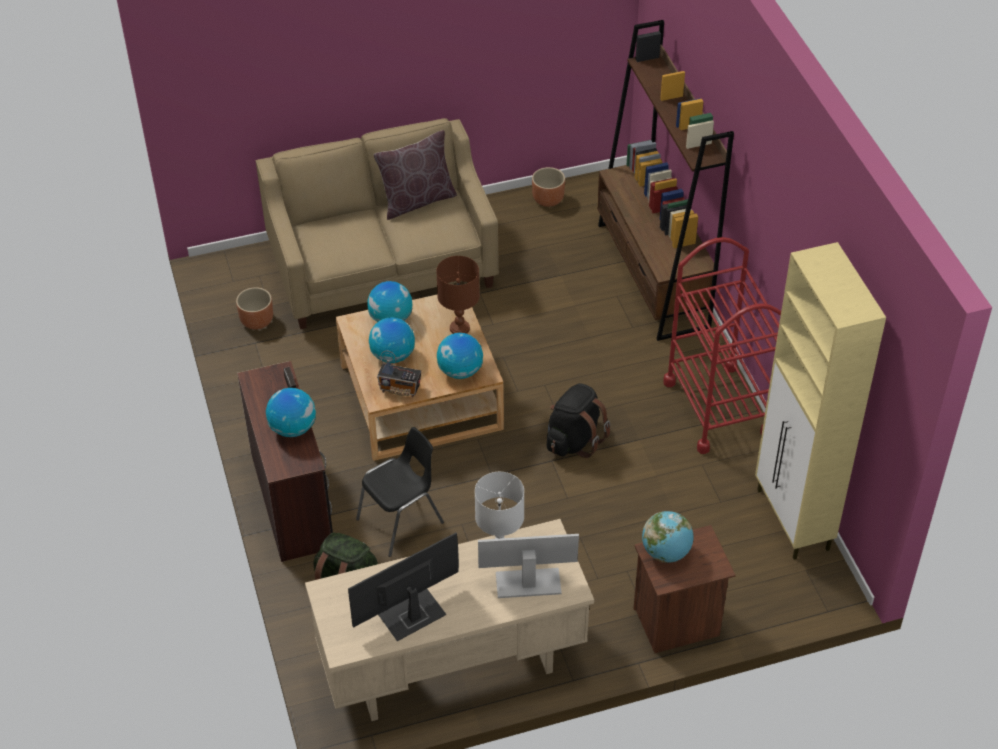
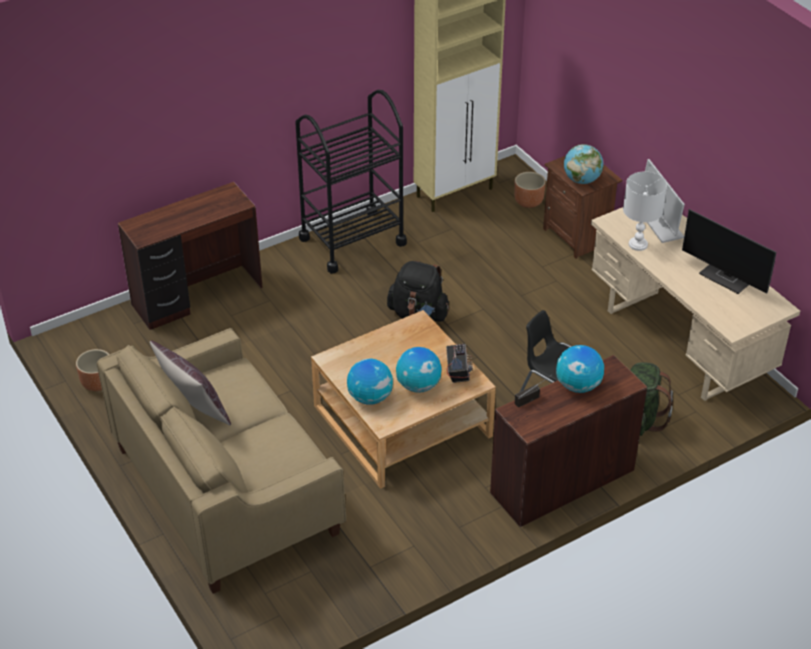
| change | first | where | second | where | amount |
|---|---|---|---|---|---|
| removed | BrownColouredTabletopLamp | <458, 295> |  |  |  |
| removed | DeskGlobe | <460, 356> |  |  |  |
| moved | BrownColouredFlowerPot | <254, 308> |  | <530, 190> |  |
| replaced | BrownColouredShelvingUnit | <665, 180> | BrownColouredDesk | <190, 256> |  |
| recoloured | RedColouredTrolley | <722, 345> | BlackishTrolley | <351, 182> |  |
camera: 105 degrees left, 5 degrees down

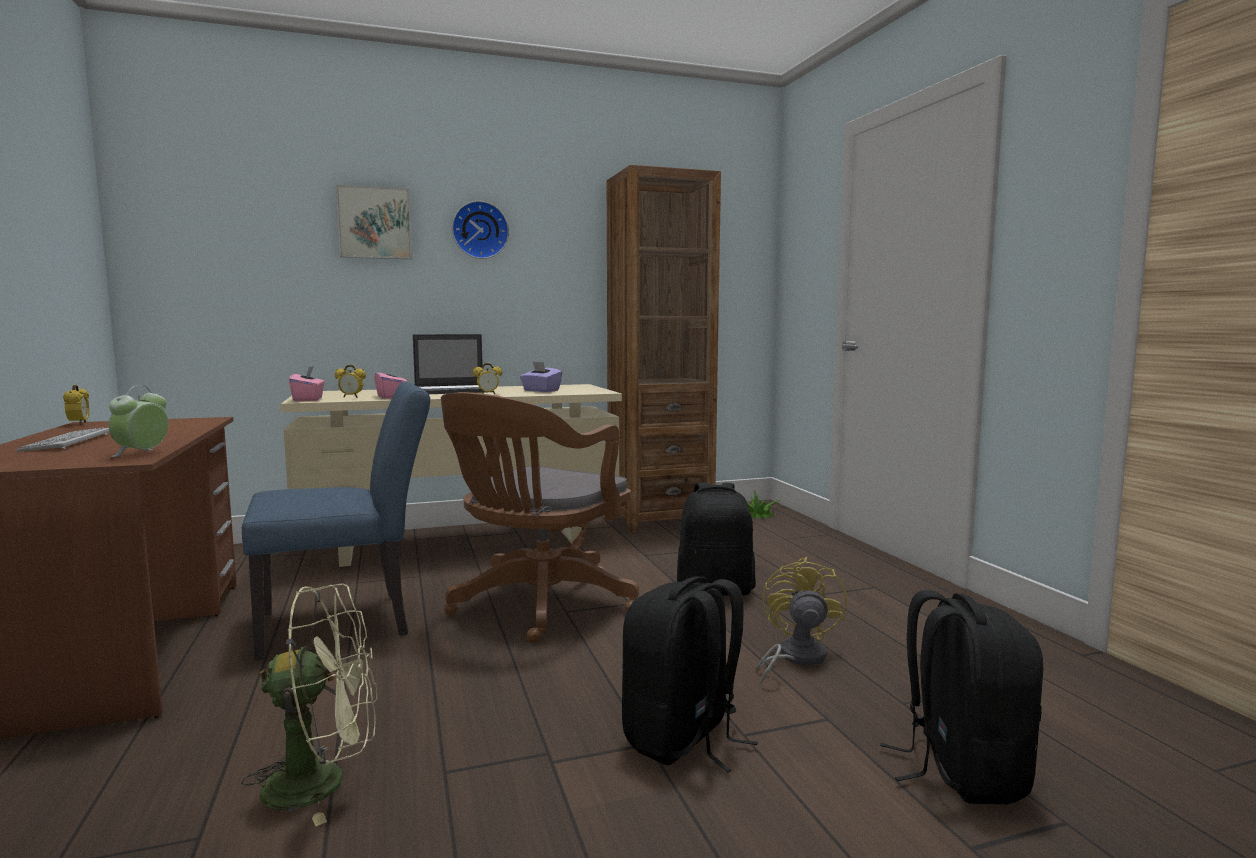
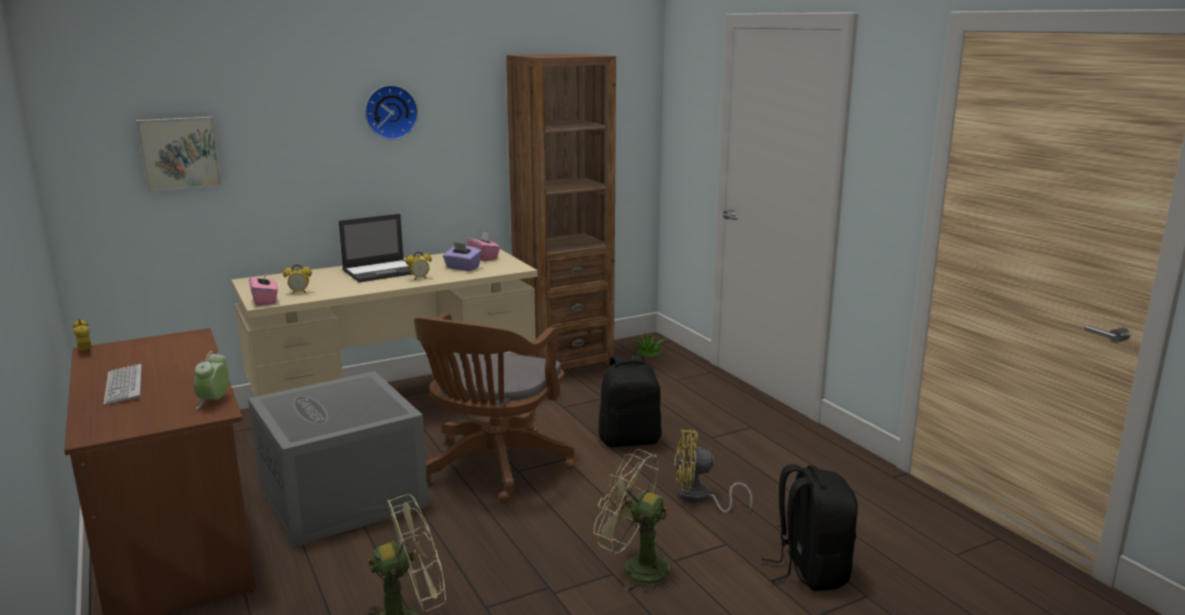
| change | first | where | second | where | amount |
|---|---|---|---|---|---|
| moved | WallArt | <374, 222> |  | <179, 154> |  |
| moved | PinkishTissueHolder | <390, 382> |  | <483, 246> |  |
| replaced | BlueChair | <336, 521> | GreyishStorageContainer | <338, 459> |  |
| replaced | BlackishKnapsack | <690, 674> | GreenColouredFan | <636, 521> |  |
| turned | YellowColouredFan | <801, 621> |  | <713, 471> | 90 degrees counterclockwise |
camera: 10 degrees left, 10 degrees up

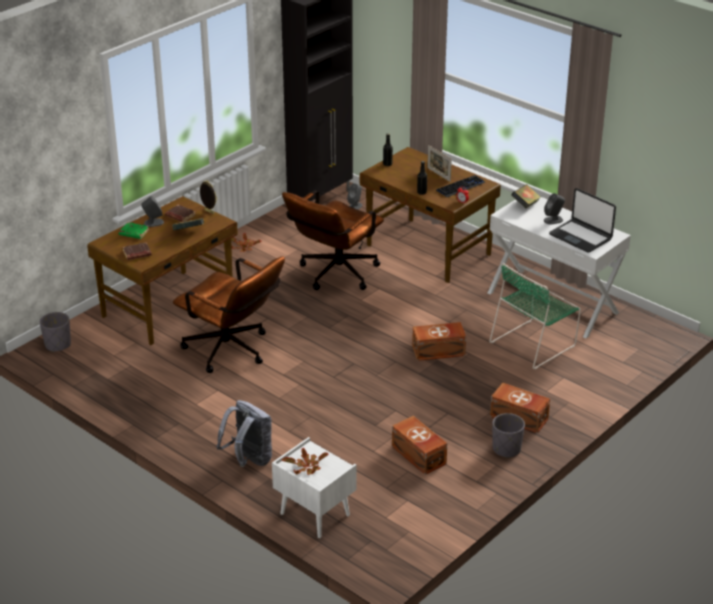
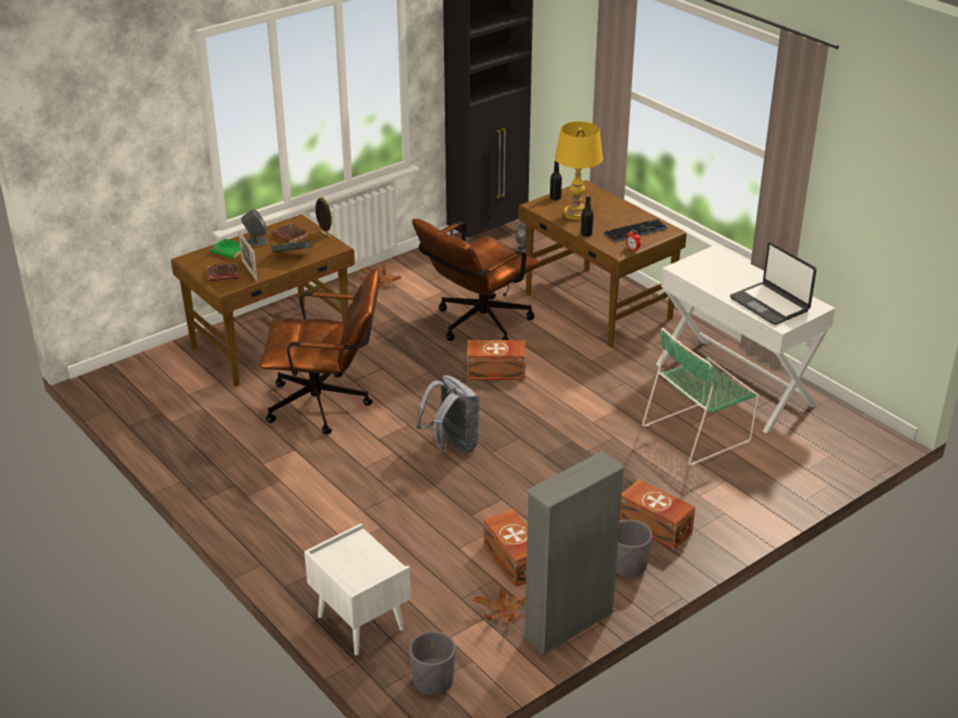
| change | first | where | second | where | amount |
|---|---|---|---|---|---|
| removed | Volume | <526, 196> |  |  |  |
| removed | GreyishSpeaker | <554, 208> |  |  |  |
| added |  |  | GreyishShelvingUnit | <573, 553> |  |
| added |  |  | YellowColouredTabletopLamp | <579, 170> |  |
| moved | GreyishFlowerPot | <55, 332> |  | <432, 663> |  |
| moved | GreyishKnapsack | <244, 433> |  | <448, 414> |  |
| moved | PottedPlant | <305, 461> |  | <499, 604> |  |
| moved | BrownColouredStorageContainer | <439, 341> |  | <496, 360> |  |
| moved | StandingFrame | <439, 163> |  | <248, 256> |  |
| turned | BrownColouredComputerChair | <229, 315> |  | <320, 351> | 45 degrees counterclockwise |
camera: 10 degrees right, 0 degrees up

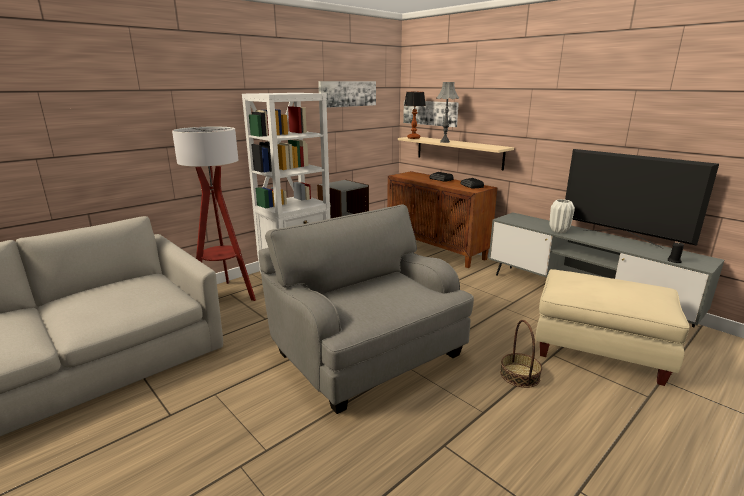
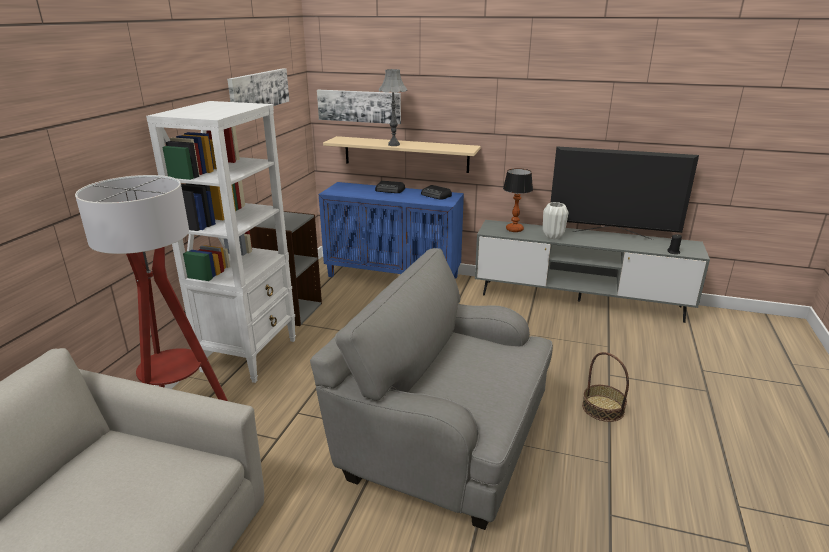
| change | first | where | second | where | amount |
|---|---|---|---|---|---|
| removed | BeigePouffe | <613, 327> |  |  |  |
| moved | TabletopLamp | <415, 115> |  | <518, 200> |  |
| recoloured | BrownColouredCupboard | <442, 219> | BlueCupboard | <391, 230> |  |
camera: 30 degrees left, 5 degrees up

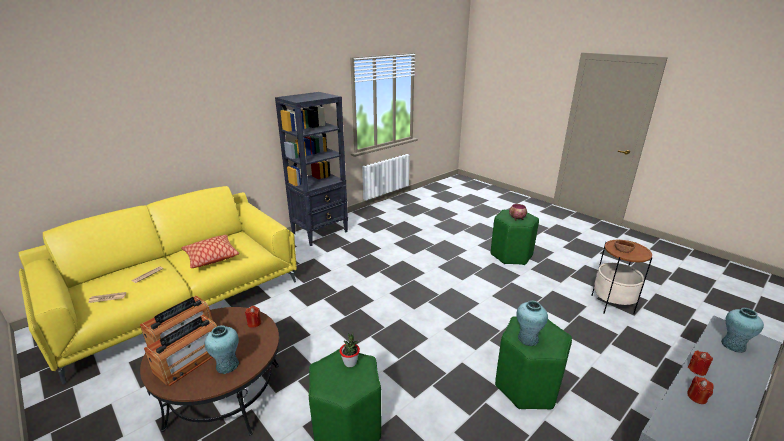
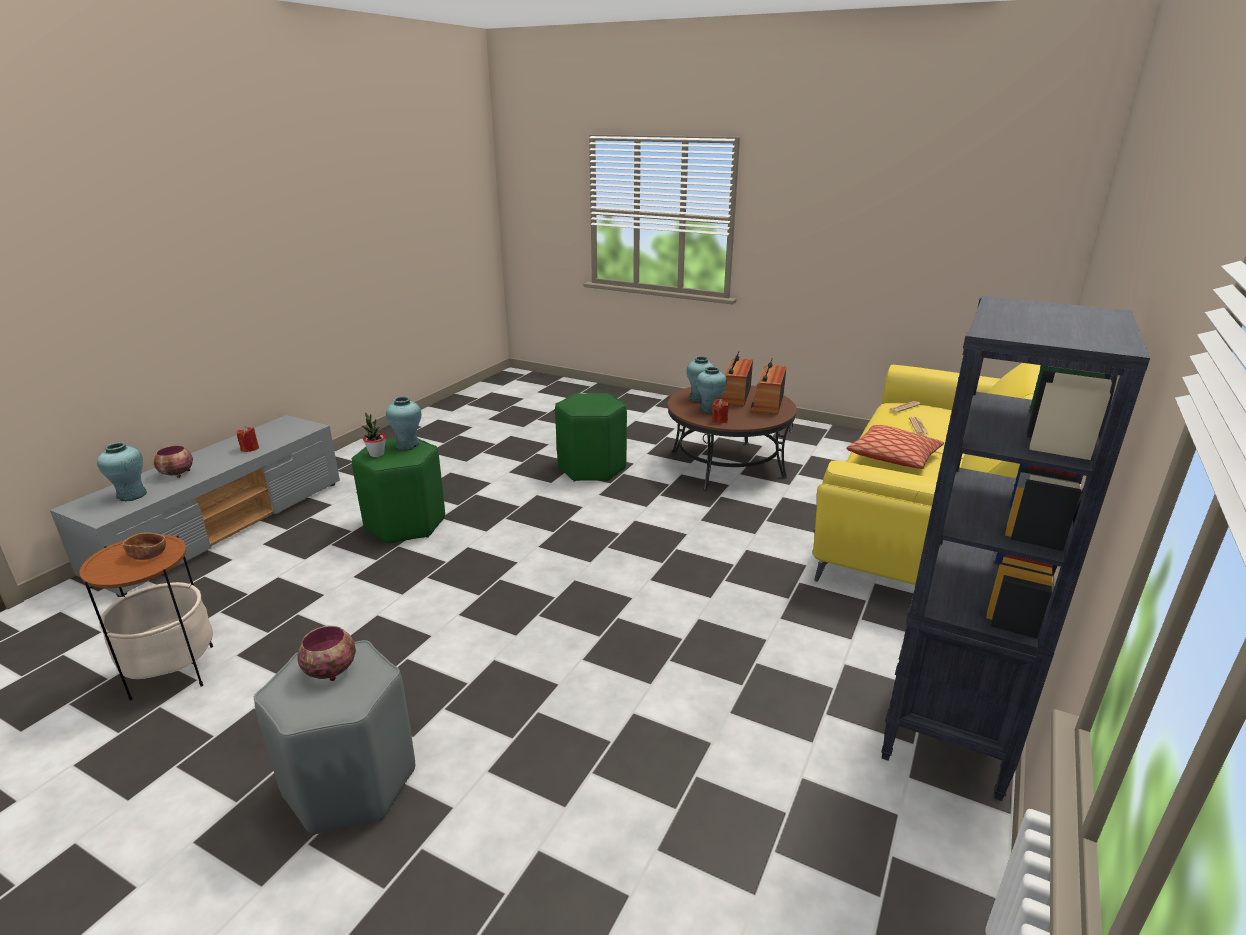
| change | first | where | second | where | amount |
|---|---|---|---|---|---|
| removed | RedColouredCandle | <700, 363> |  |  |  |
| added |  |  | DeepDish | <173, 461> |  |
| added |  |  | TurquoiseColouredDecorativeVase | <712, 390> |  |
| moved | PottedPlant | <349, 350> |  | <374, 434> |  |
| recoloured | GreenColouredStoolSeat | <515, 237> | GreyishStoolSeat | <334, 737> |  |
camera: 160 degrees right, 0 degrees up

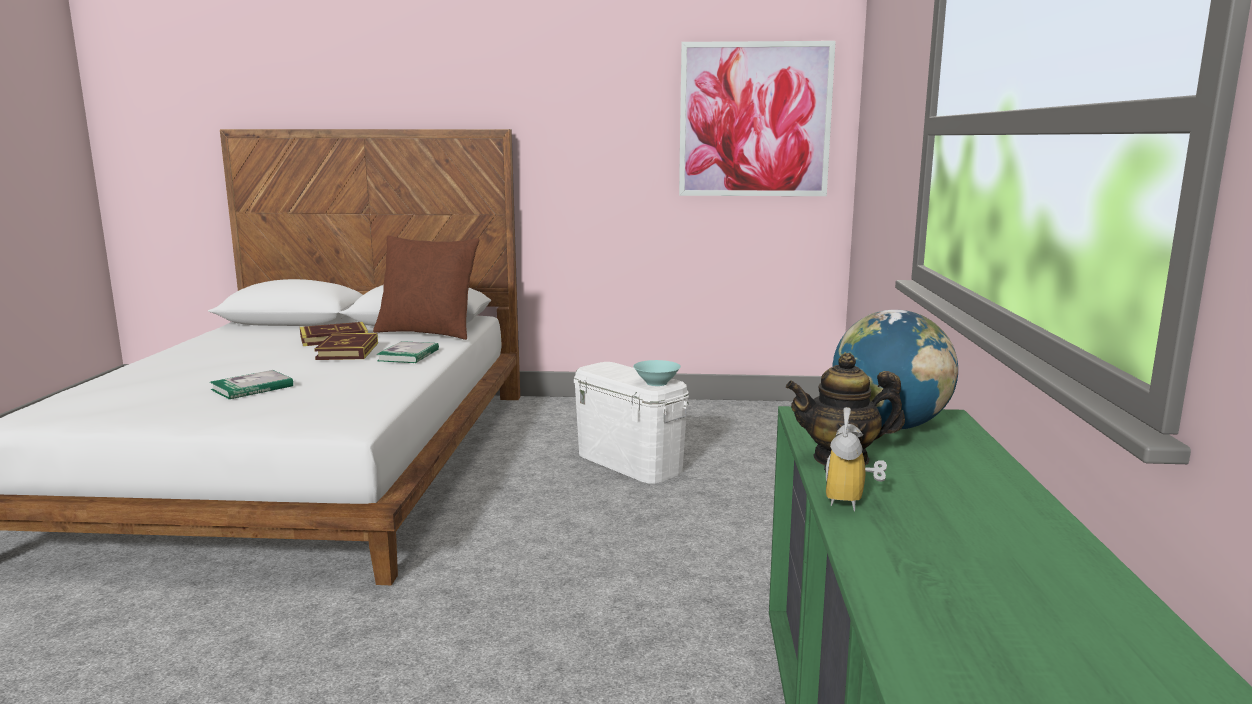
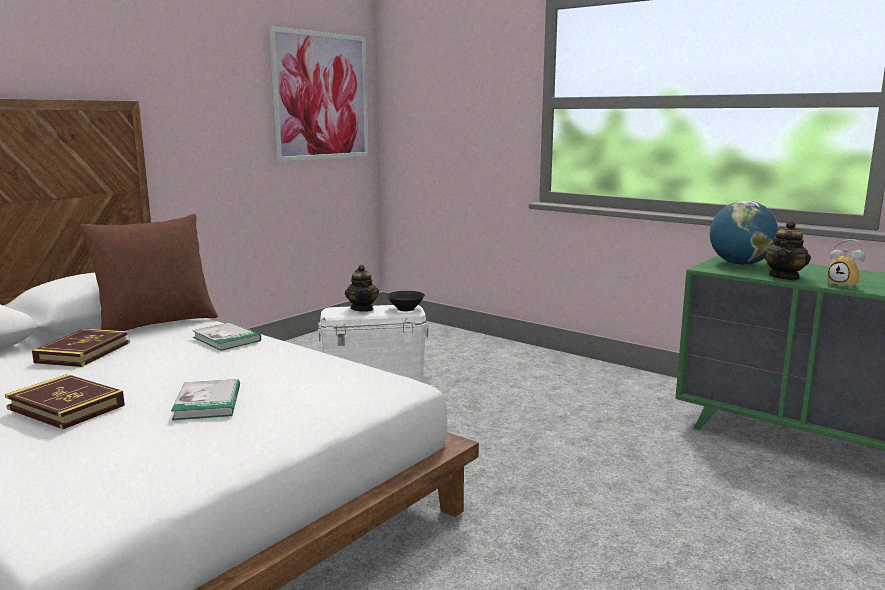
| change | first | where | second | where | amount |
|---|---|---|---|---|---|
| added |  |  | TeaPot | <362, 288> |  |
| moved | Volume | <346, 346> |  | <65, 401> |  |
| recoloured | TurquoiseColouredDeepDish | <657, 373> | BlackishDeepDish | <406, 301> |  |
camera: 55 degrees left, 0 degrees up

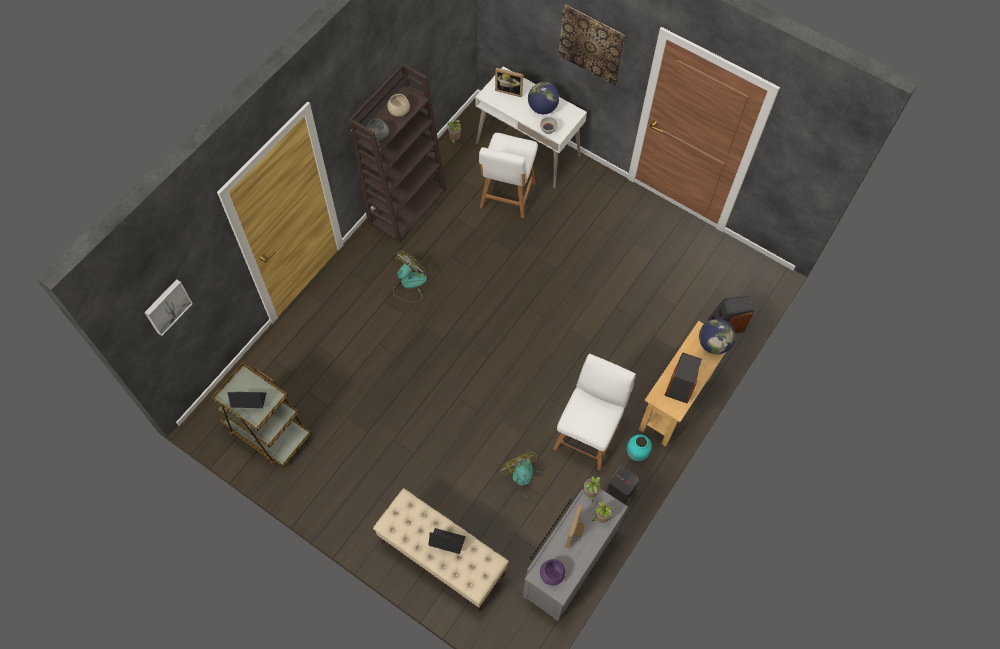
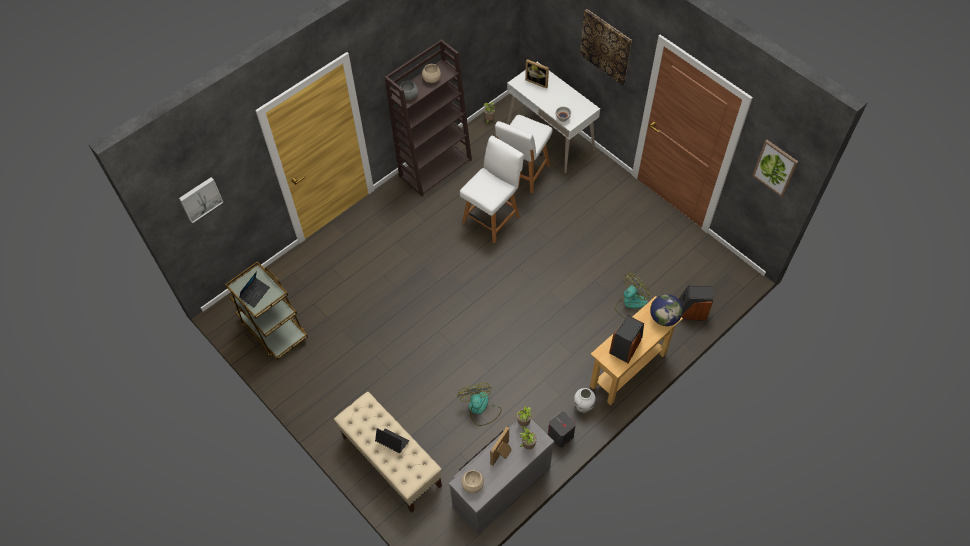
| change | first | where | second | where | amount |
|---|---|---|---|---|---|
| removed | DeskGlobe | <543, 98> |  |  |  |
| added |  |  | WallArt | <775, 168> |  |
| moved | Fan | <410, 276> |  | <632, 295> |  |
| moved | WhiteColouredChair | <594, 412> |  | <492, 190> |  |
| recoloured | PurplishDeepDish | <553, 572> | BeigeDeepDish | <472, 481> |  |
| recoloured | TurquoiseColouredDecorativeVase | <639, 447> | WhiteColouredDecorativeVase | <584, 400> |  |
| turned | NotebookComputer | <247, 400> |  | <254, 289> | 105 degrees clockwise |
camera: 15 degrees right, 5 degrees down

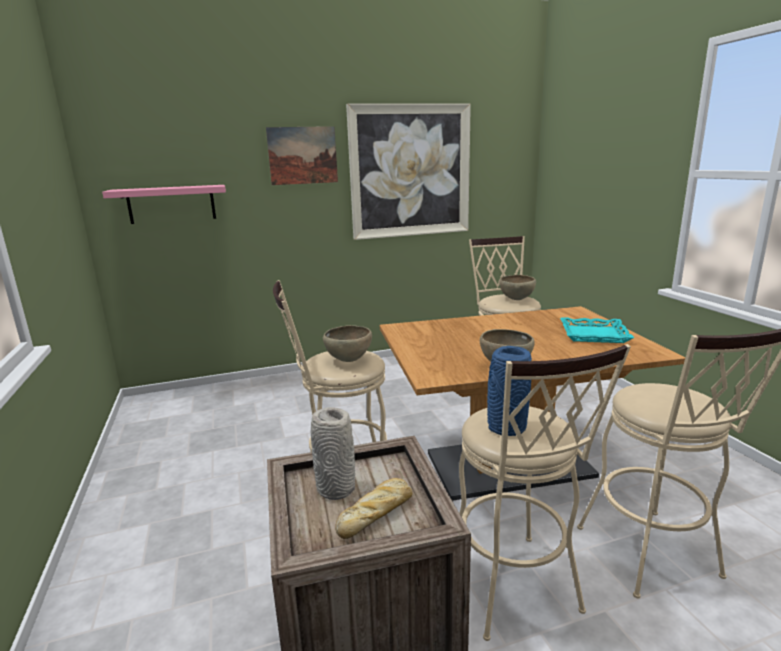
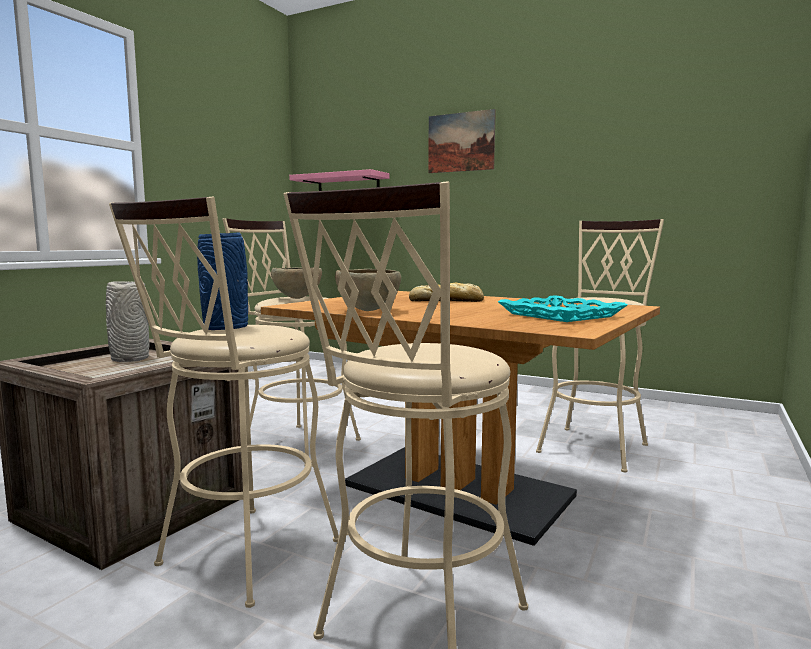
| change | first | where | second | where | amount |
|---|---|---|---|---|---|
| removed | WallArt | <408, 171> |  |  |  |
| removed | BrownColouredDeepDish | <517, 287> |  |  |  |
| moved | Bread | <374, 508> |  | <446, 292> |  |
camera: 45 degrees right, 10 degrees down

